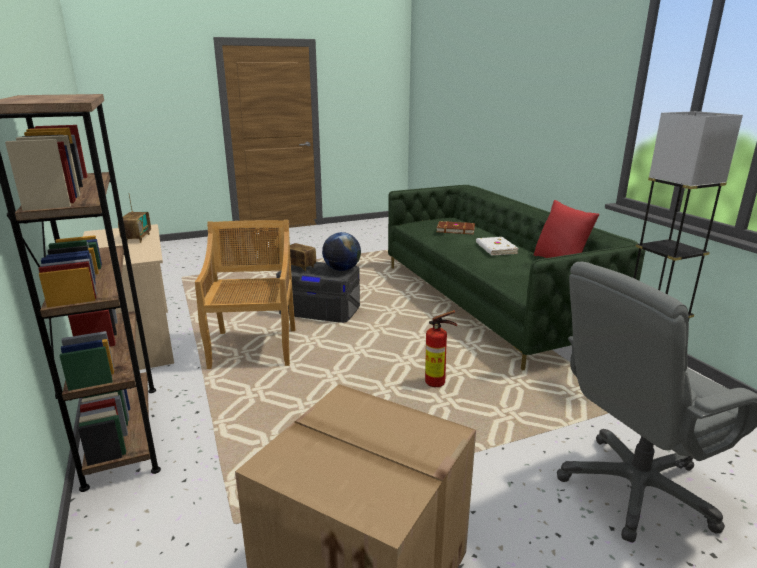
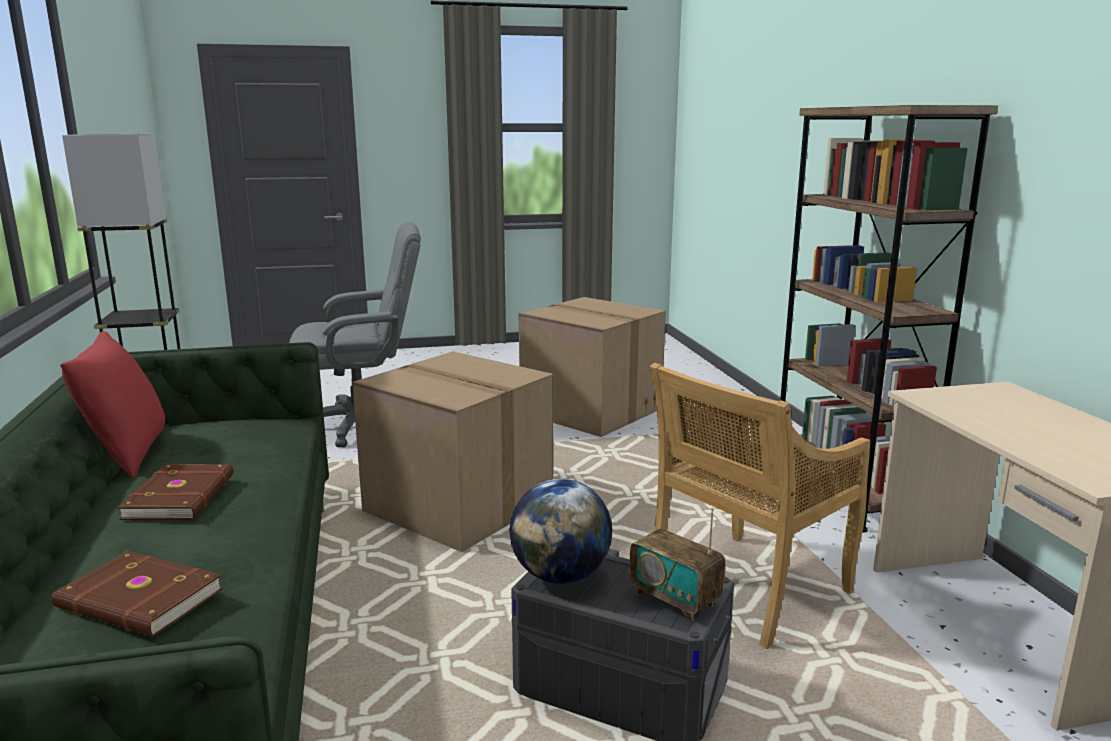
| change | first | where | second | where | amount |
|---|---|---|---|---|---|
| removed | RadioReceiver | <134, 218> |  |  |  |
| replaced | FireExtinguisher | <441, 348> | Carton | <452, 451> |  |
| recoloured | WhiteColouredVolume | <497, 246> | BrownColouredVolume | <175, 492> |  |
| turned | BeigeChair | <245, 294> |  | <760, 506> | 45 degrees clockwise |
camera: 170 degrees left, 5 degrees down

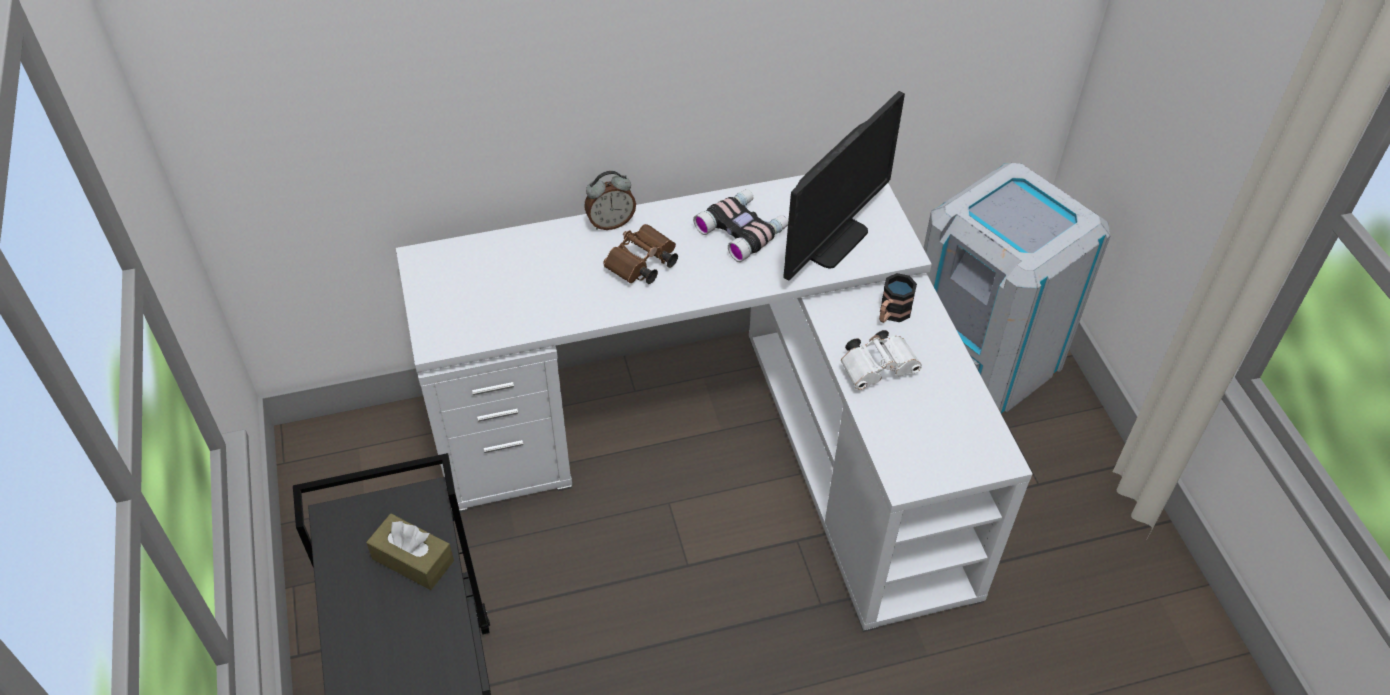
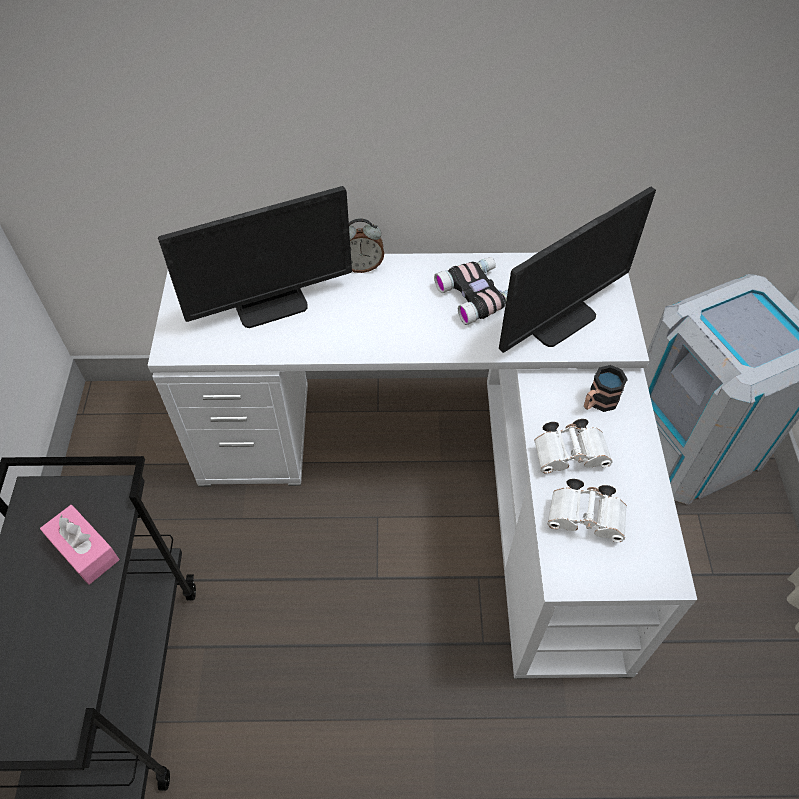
| change | first | where | second | where | amount |
|---|---|---|---|---|---|
| removed | BrownColouredBinoculars | <640, 254> |  |  |  |
| added |  |  | ComputerScreen | <255, 257> |  |
| added |  |  | WhiteColouredBinoculars | <587, 511> |  |
| recoloured | BrownColouredTissueHolder | <410, 552> | PinkishTissueHolder | <79, 545> |  |
camera: 15 degrees right, 5 degrees up

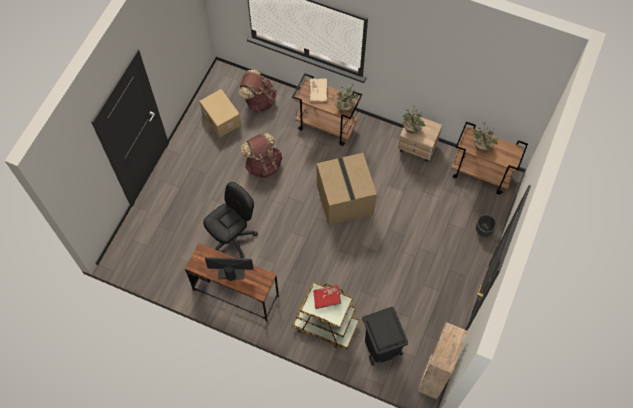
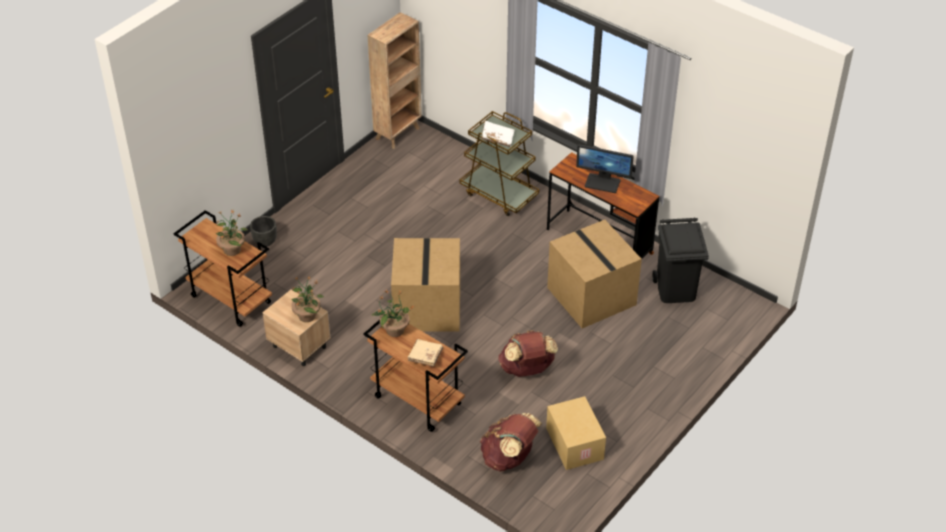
| change | first | where | second | where | amount |
|---|---|---|---|---|---|
| moved | BlackishTrashCan | <385, 336> |  | <681, 260> |  |
| replaced | BlackishComputerChair | <230, 220> | Carton | <594, 274> |  |
| recoloured | RedColouredVolume | <327, 297> | WhiteColouredVolume | <498, 134> |  |
camera: 165 degrees left, 20 degrees down

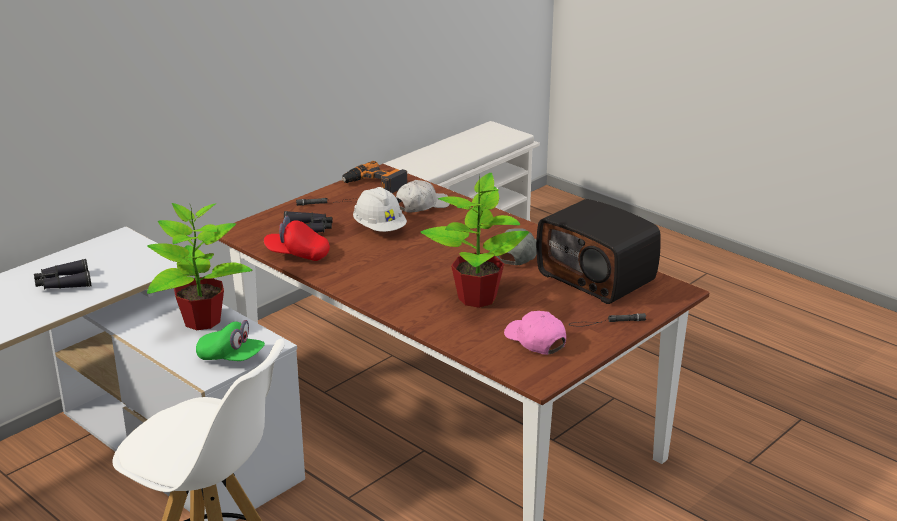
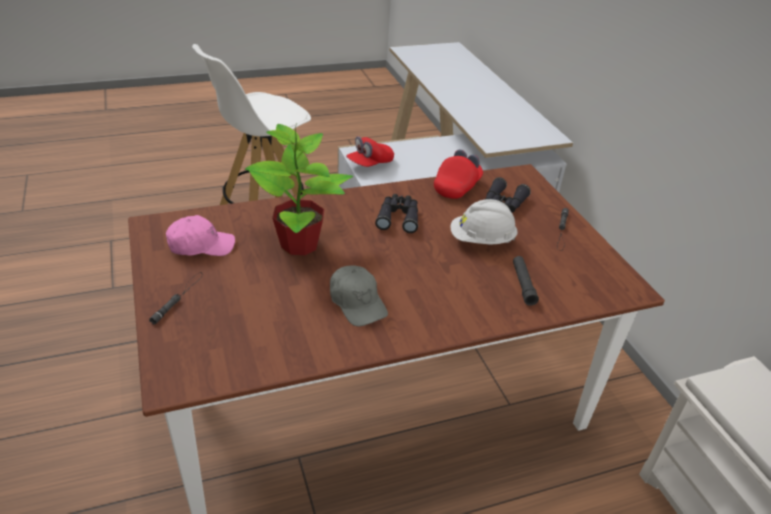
| change | first | where | second | where | amount |
|---|---|---|---|---|---|
| removed | PottedPlant | <199, 266> |  |  |  |
| removed | ElectricDrill | <374, 177> |  |  |  |
| removed | RadioReceiver | <598, 251> |  |  |  |
| moved | BlackishBinoculars | <62, 274> |  | <396, 213> |  |
| replaced | WhiteColouredCap | <423, 196> | BlackishFlashlight | <526, 281> |  |
| recoloured | GreenColouredCap | <230, 340> | RedColouredCap | <370, 151> |  |
camera: 115 degrees right, 10 degrees up

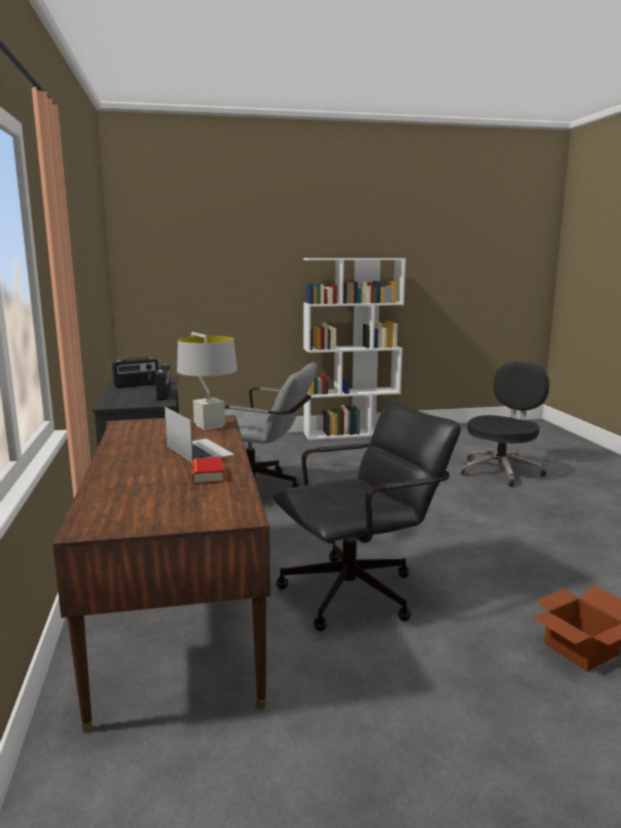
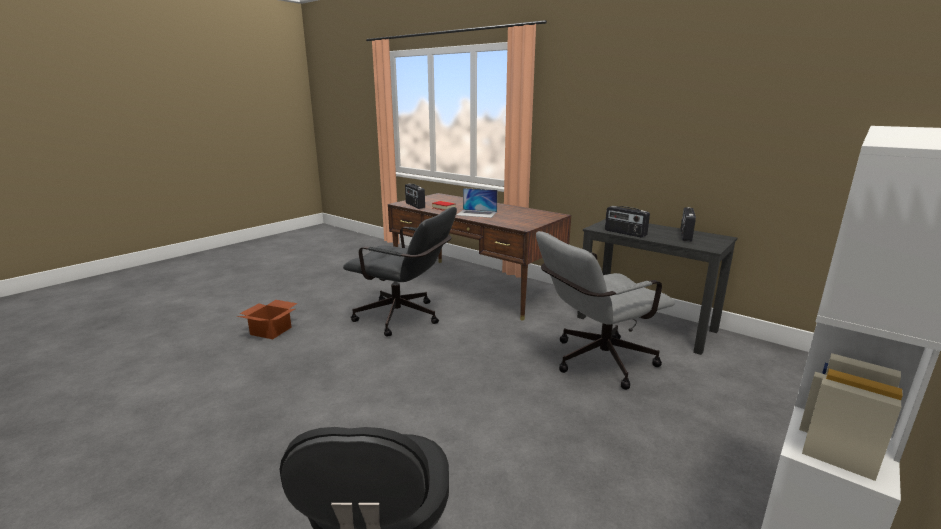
| change | first | where | second | where | amount |
|---|---|---|---|---|---|
| removed | GreyishTabletopLamp | <207, 381> |  |  |  |
| added |  |  | RadioReceiver | <415, 196> |  |
| turned | BlackishComputerChair | <367, 515> |  | <400, 272> | 90 degrees counterclockwise |
camera: 140 degrees right, 5 degrees up

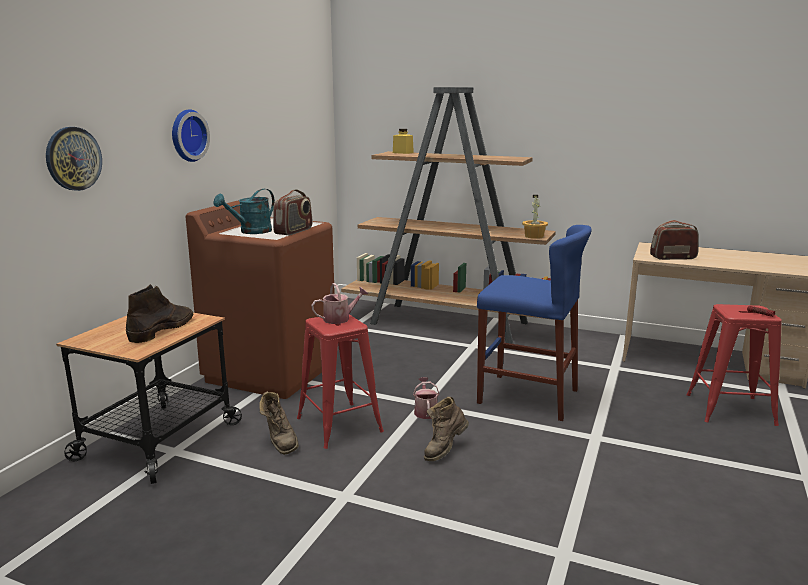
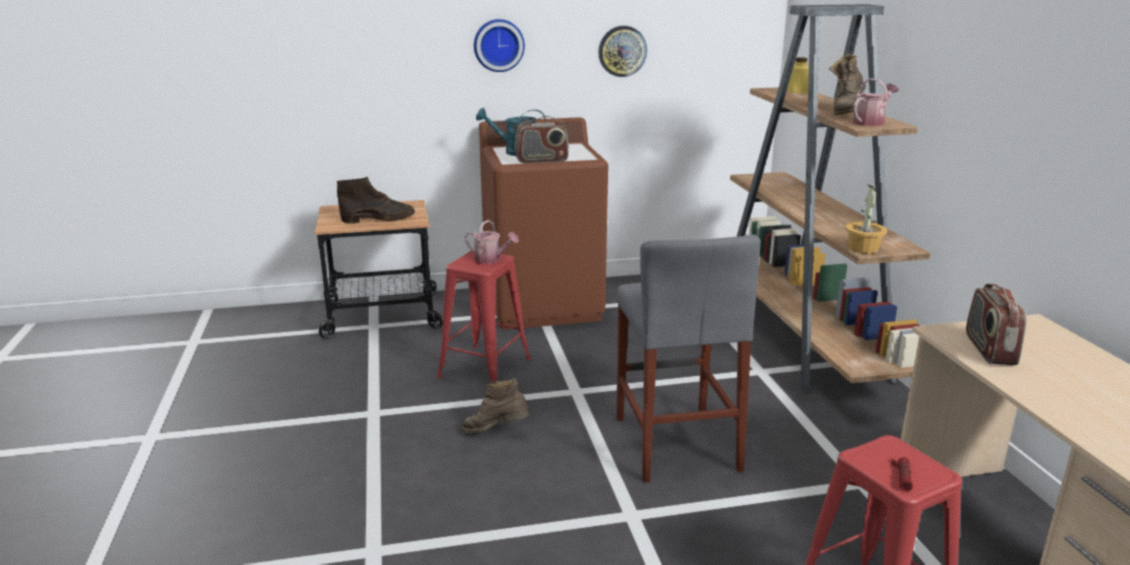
| change | first | where | second | where | amount |
|---|---|---|---|---|---|
| moved | WallClock | <74, 159> |  | <622, 51> |  |
| moved | BrownColouredTallBoot | <279, 423> |  | <847, 84> |  |
| moved | SprinklingCan | <426, 398> |  | <876, 102> |  |
| recoloured | BlueStoolSeat | <534, 323> | GreyishStoolSeat | <688, 359> |  |
| turned | RadioReceiver | <674, 240> |  | <996, 324> | 135 degrees counterclockwise |
camera: 55 degrees right, 5 degrees up

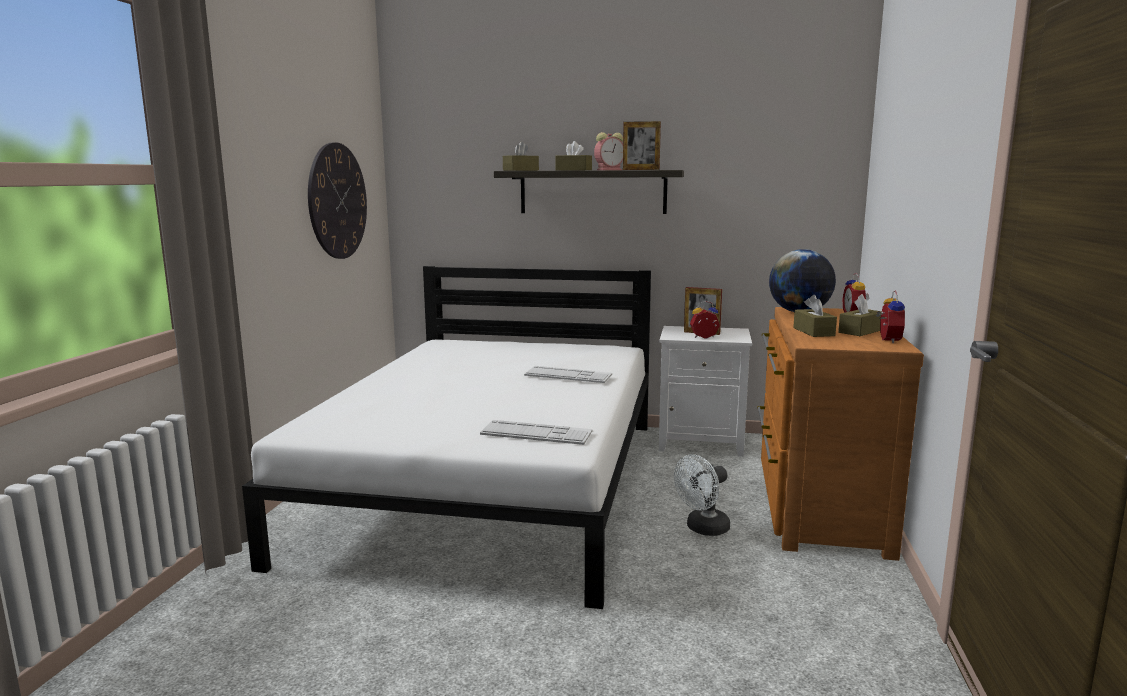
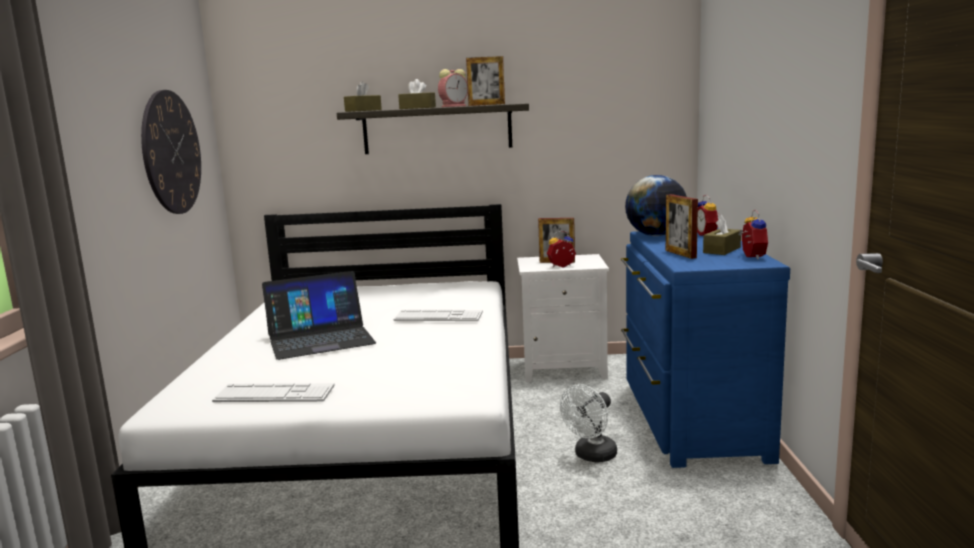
| change | first | where | second | where | amount |
|---|---|---|---|---|---|
| added |  |  | NotebookComputer | <319, 315> |  |
| moved | Keyboard | <536, 432> |  | <273, 392> |  |
| replaced | BrownColouredTissueHolder | <815, 316> | StandingFrame | <682, 226> |  |
| recoloured | BrownColouredDresser | <840, 434> | BlueDresser | <705, 348> |  |
camera: 10 degrees left, 0 degrees up

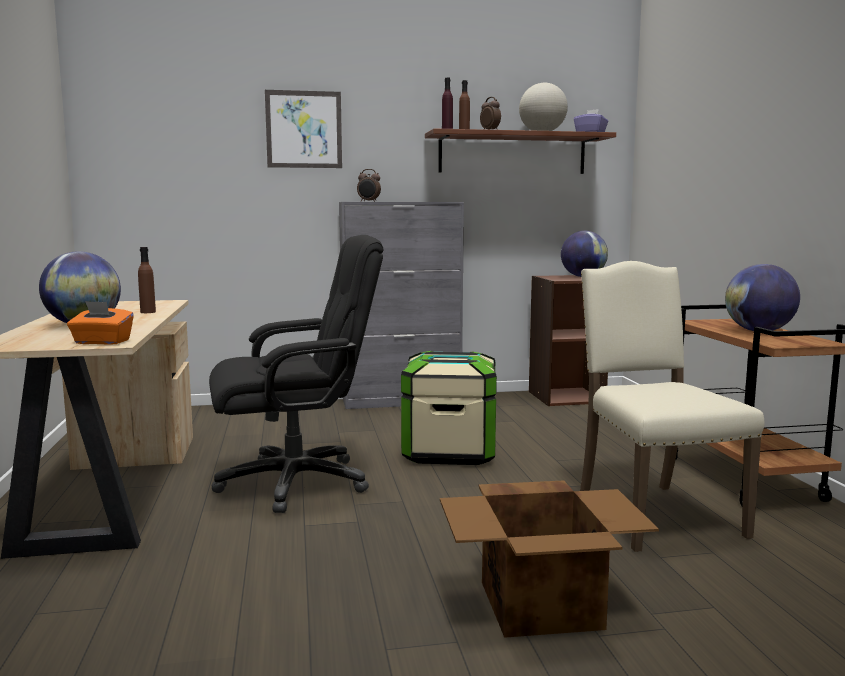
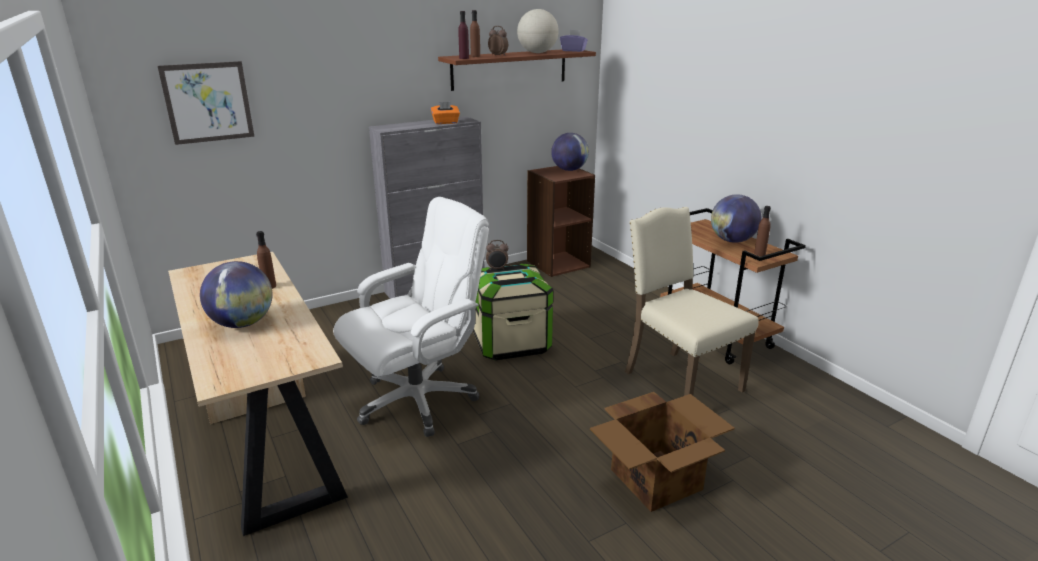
| change | first | where | second | where | amount |
|---|---|---|---|---|---|
| added |  |  | BrownColouredBeverageBottle | <762, 231> |  |
| moved | OrangeTissueHolder | <100, 323> |  | <445, 113> |  |
| moved | WallArt | <303, 129> |  | <206, 103> |  |
| moved | BedsideClock | <369, 185> |  | <497, 255> |  |
| recoloured | BlackishComputerChair | <296, 374> | WhiteColouredComputerChair | <411, 317> |  |
camera: 20 degrees left, 15 degrees up

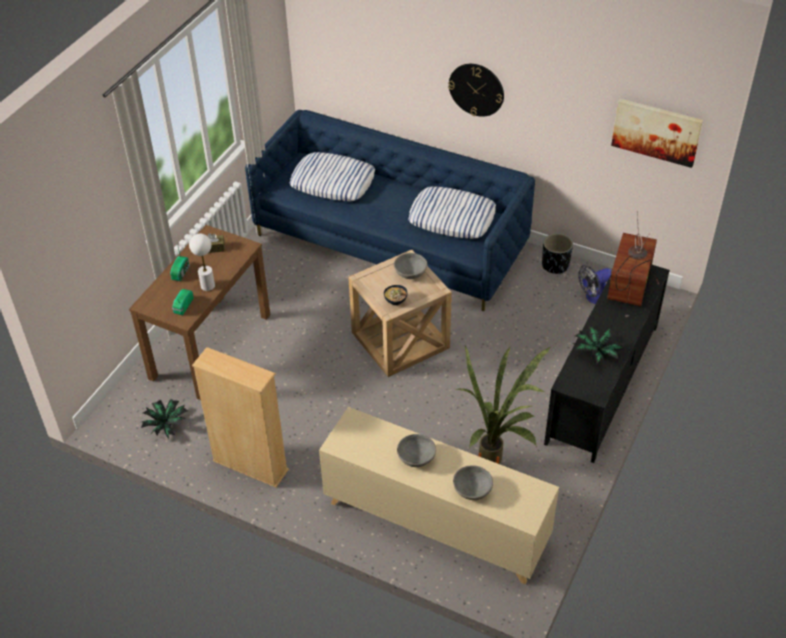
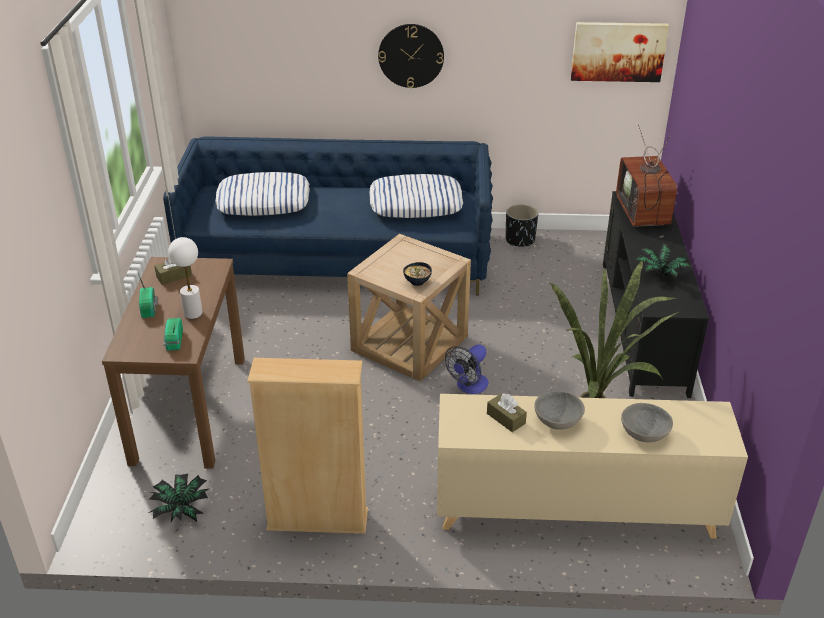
| change | first | where | second | where | amount |
|---|---|---|---|---|---|
| removed | GreyishDeepDish | <410, 266> |  |  |  |
| added |  |  | BrownColouredTissueHolder | <507, 412> |  |
| moved | Fan | <594, 284> |  | <466, 369> |  |
camera: 25 degrees left, 10 degrees down

